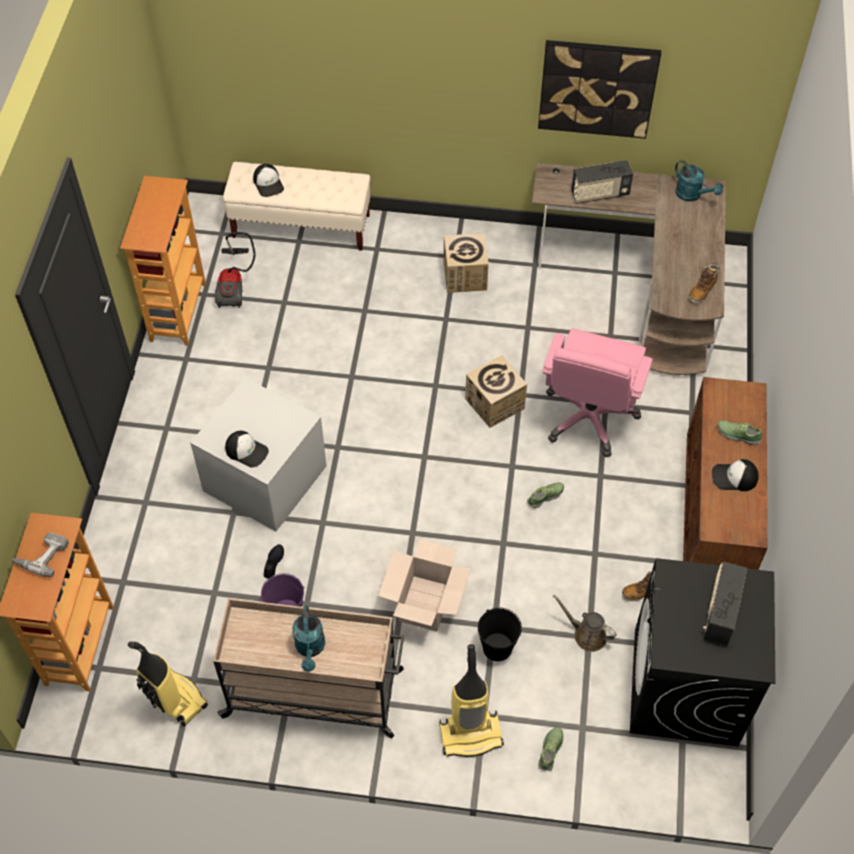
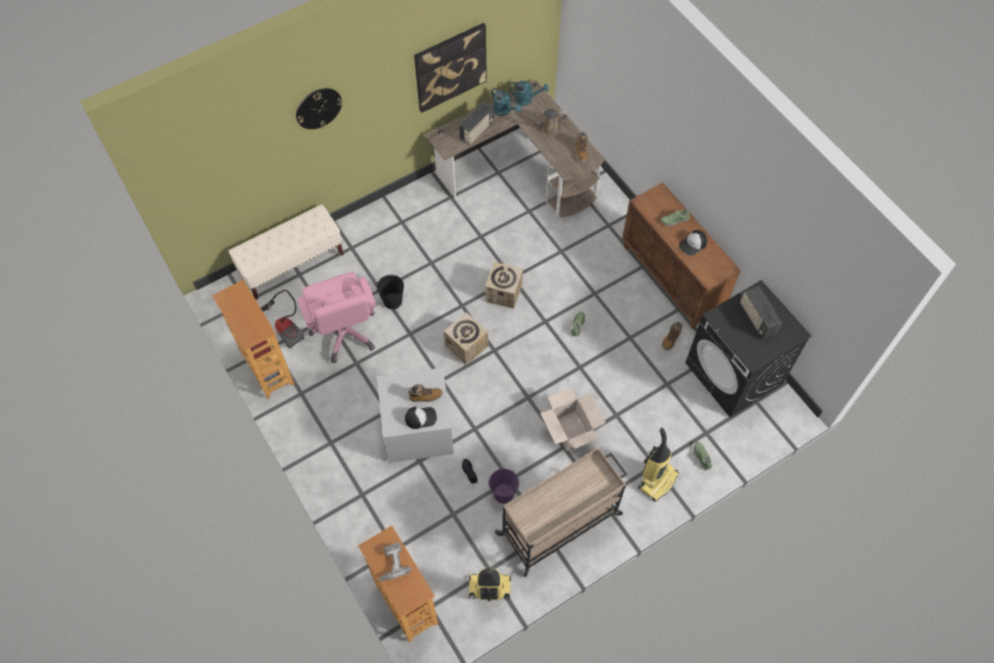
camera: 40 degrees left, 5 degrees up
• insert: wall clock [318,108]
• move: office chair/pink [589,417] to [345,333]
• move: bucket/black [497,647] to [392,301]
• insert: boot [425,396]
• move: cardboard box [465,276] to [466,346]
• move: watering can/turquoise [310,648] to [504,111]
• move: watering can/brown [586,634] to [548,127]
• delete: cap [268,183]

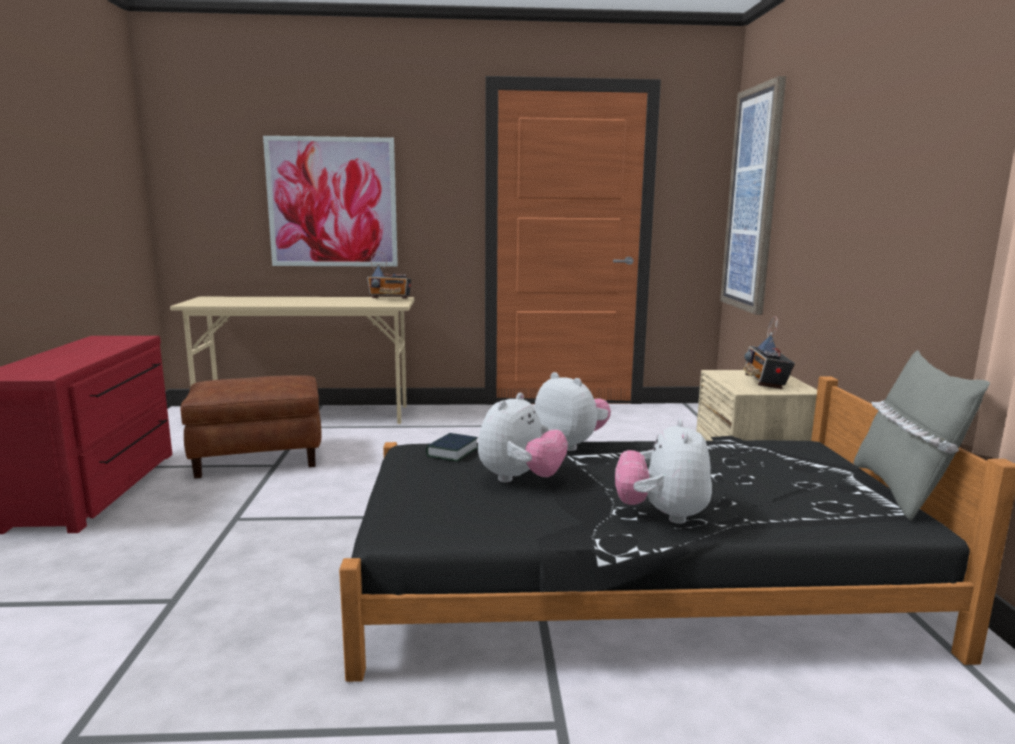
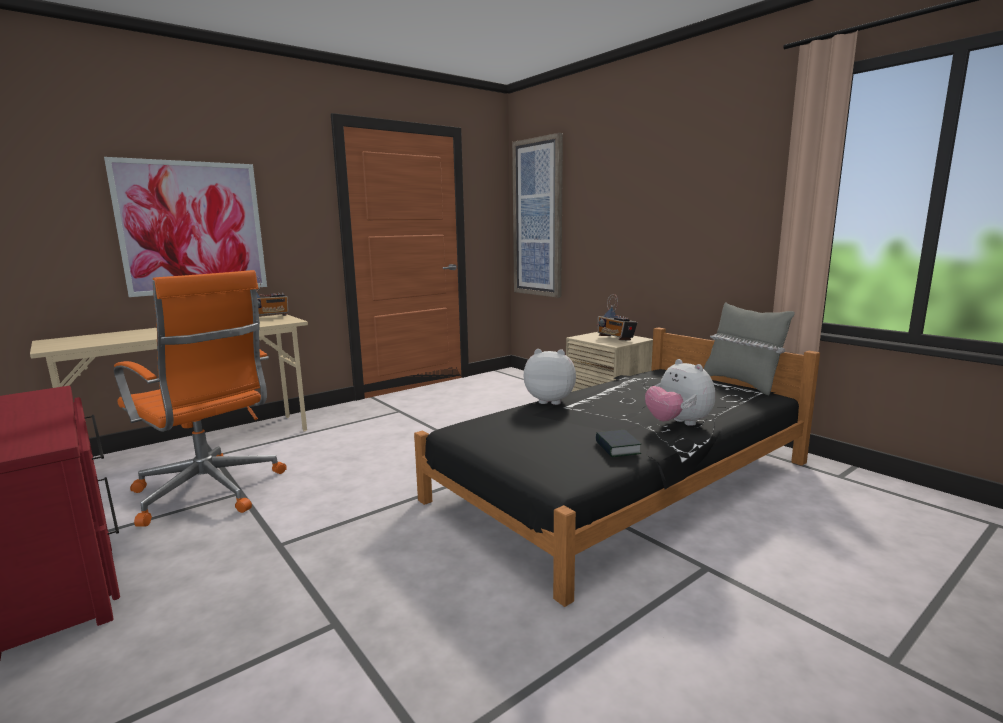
camera: 35 degrees left, 0 degrees up
• replace: ottoman/brown [257,458] to office chair/orange [210,492]
• move: book [452,452] to [617,448]
• delete: plush toy [520,479]

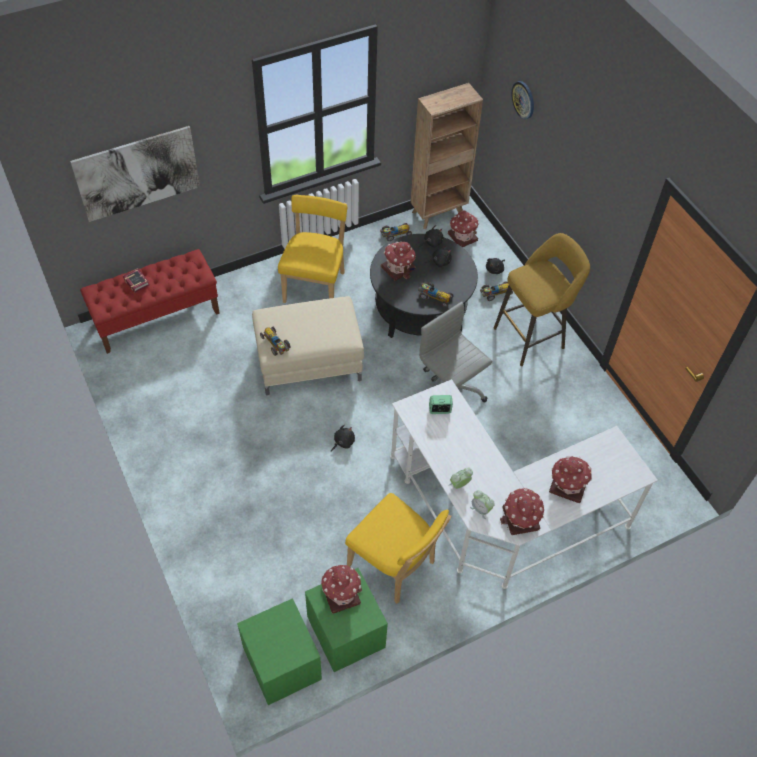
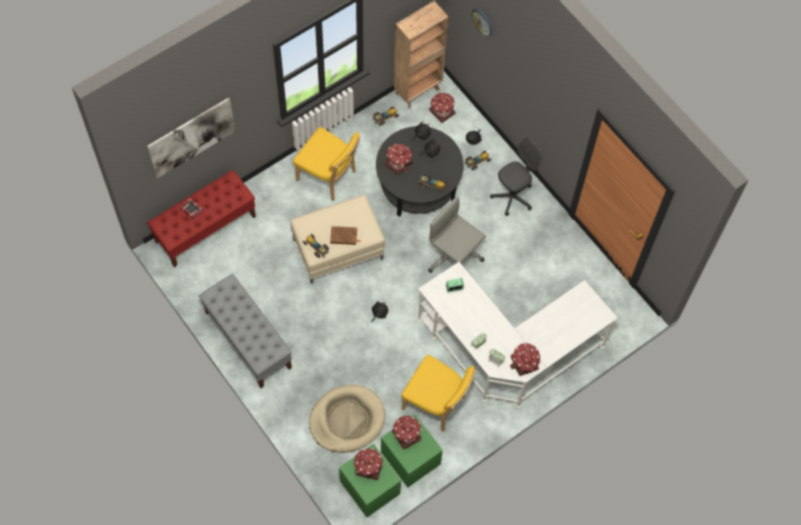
camera: 10 degrees left, 10 degrees up
• insert: bench/grey [247,340]
• rotate: chair/yellow [315,285] = [328,177] 120 degrees clockwise
• insert: dog bed/beige [347,420]
• insert: book/brown [343,237]
• move: toy house [567,486] to [368,467]
• replace: stool/yellow [532,336] to office chair/grey [512,197]

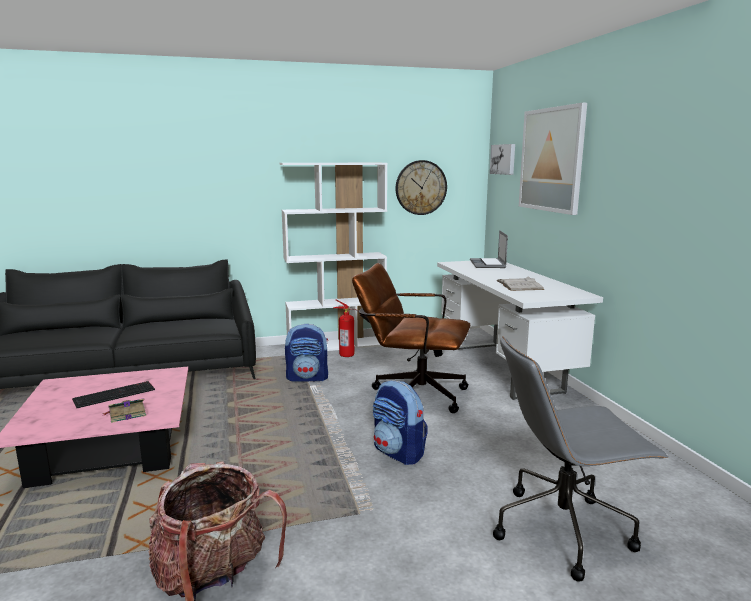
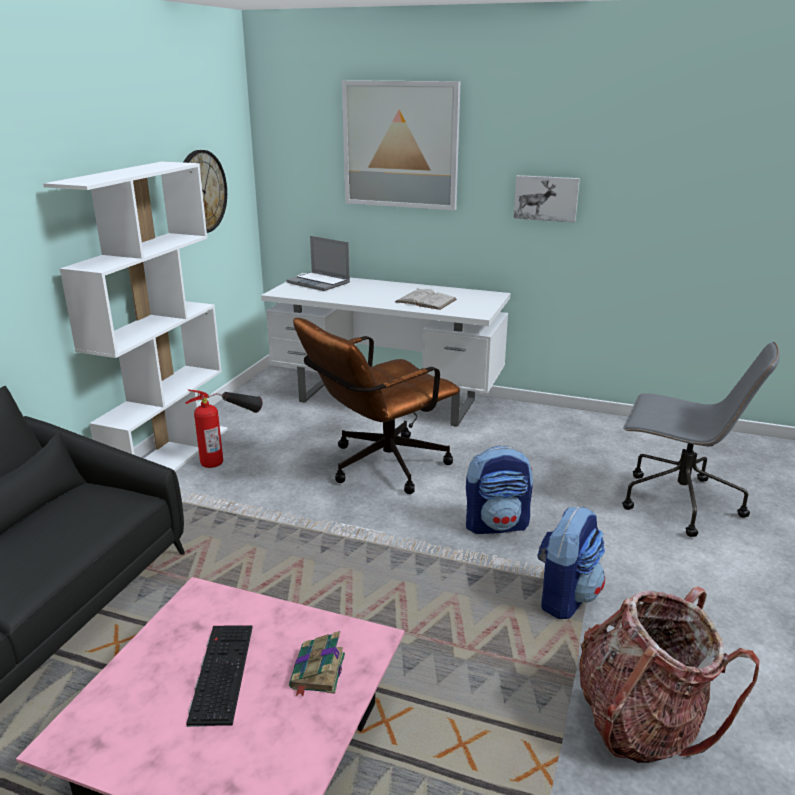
camera: 55 degrees left, 10 degrees up
• move: picture [503,159] to [546,198]
• move: backpack [308,378] to [565,597]
• rotate: office chair/grey [563,529] = [677,503] 90 degrees counterclockwise

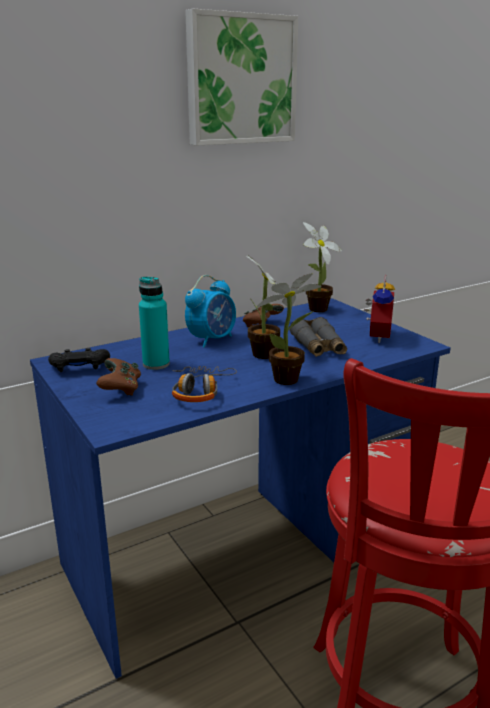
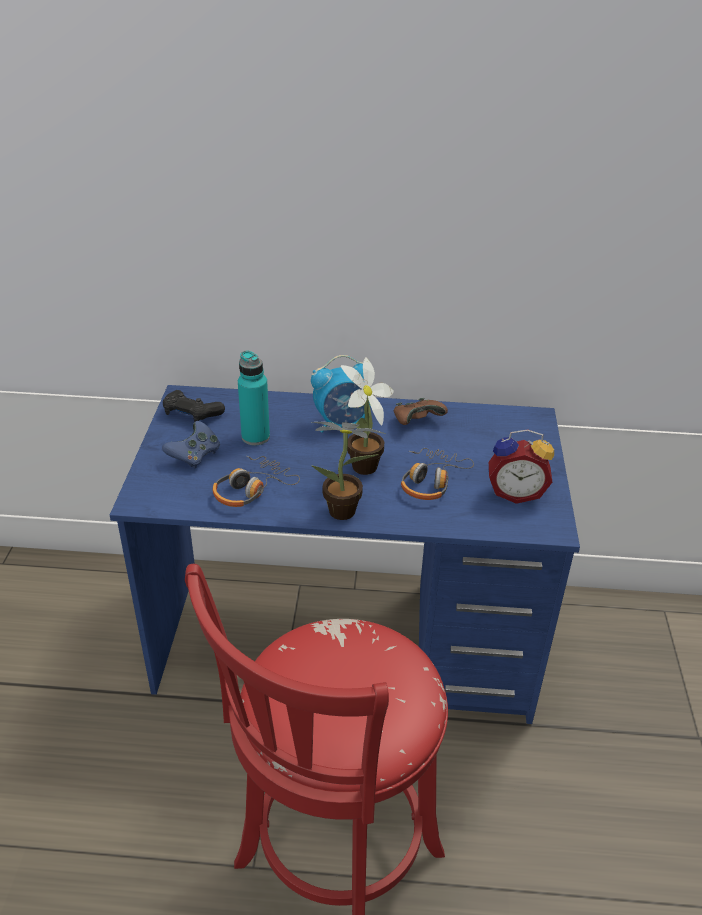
camera: 35 degrees right, 15 degrees up
• recolor: game controller/brown [121,389] to game controller/blue [194,456]
• replace: binoculars/grey [318,347] to headphones [431,481]
• rotate: alarm clock [376,337] = [515,492] 45 degrees clockwise
• delete: picture [240,80]
• delete: potted plant [315,310]

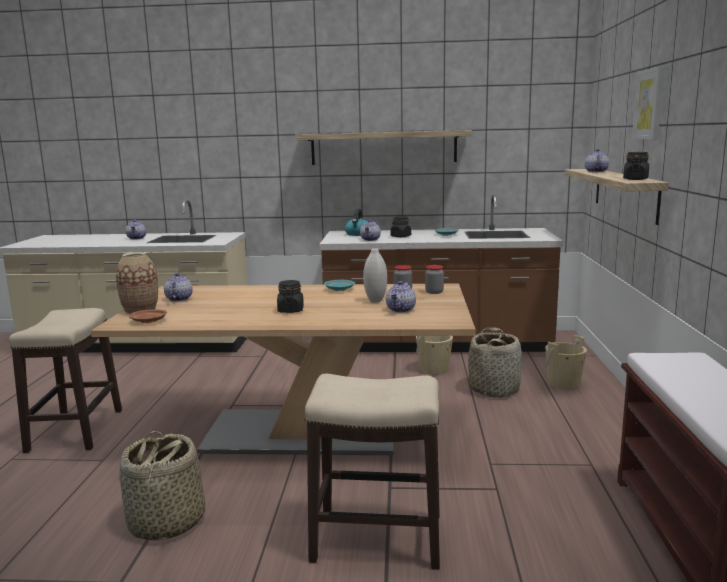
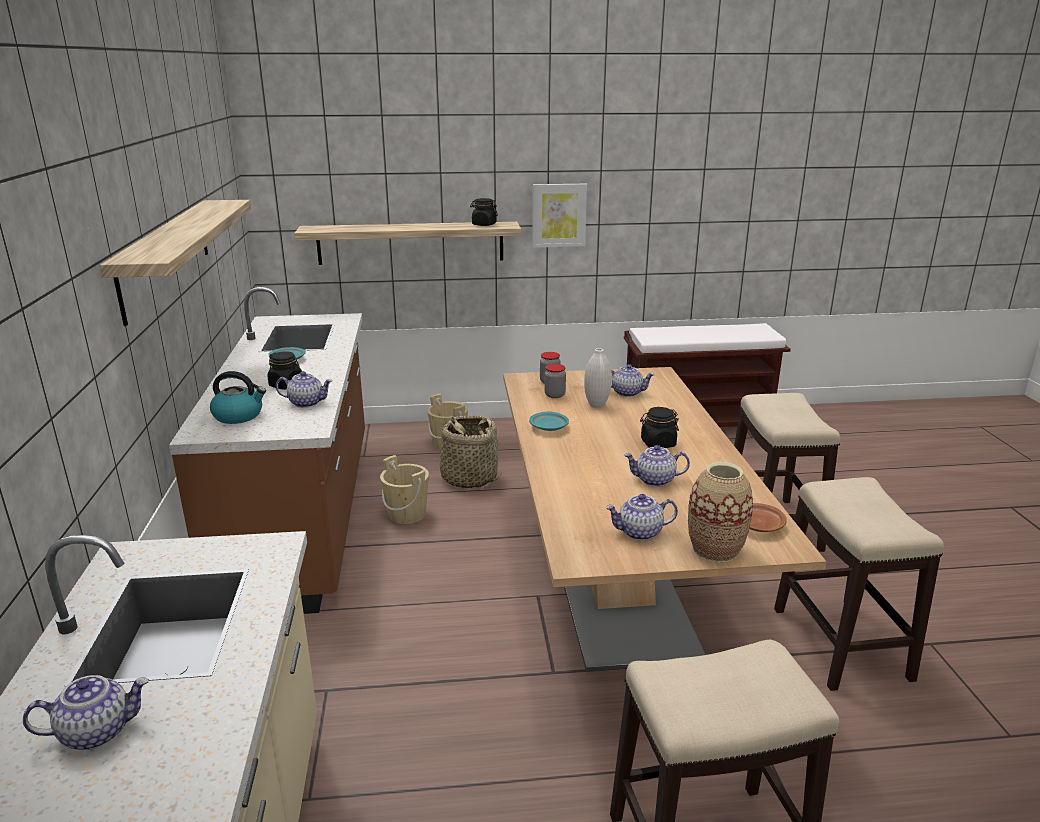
camera: 100 degrees left, 10 degrees up
• move: picture [649,104] to [559,215]
• move: teapot [595,171] to [654,480]
• replace: basket [166,523] to stool [841,644]

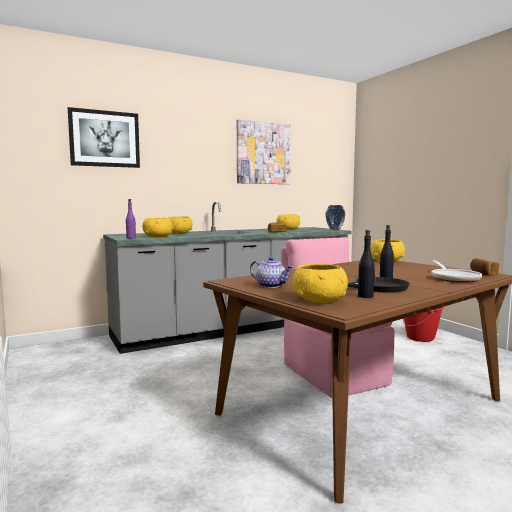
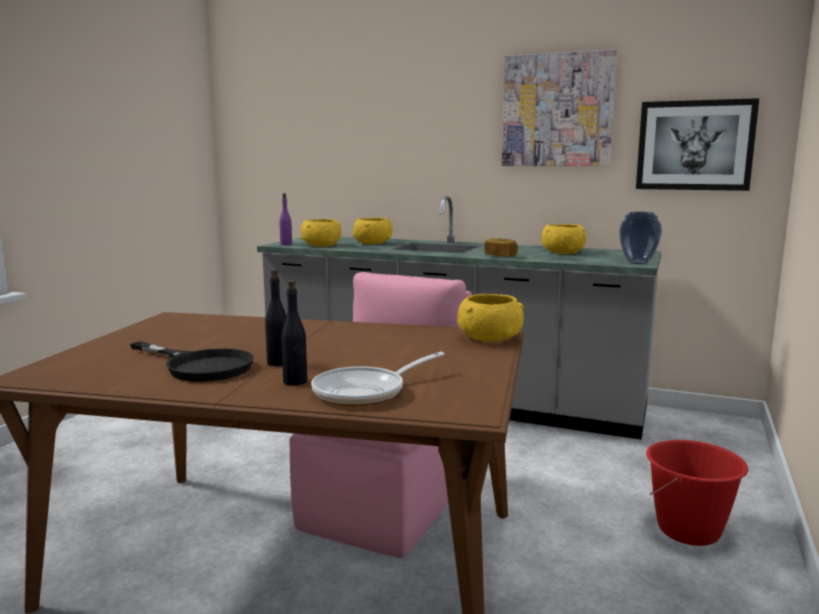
camera: 50 degrees right, 5 degrees up
• move: bottle/black [365,296] to [295,382]
• move: picture [104,139] to [694,145]
• delete: teapot [271,286]
• delete: bowl/yellow [319,300]
• delete: bread [482,274]

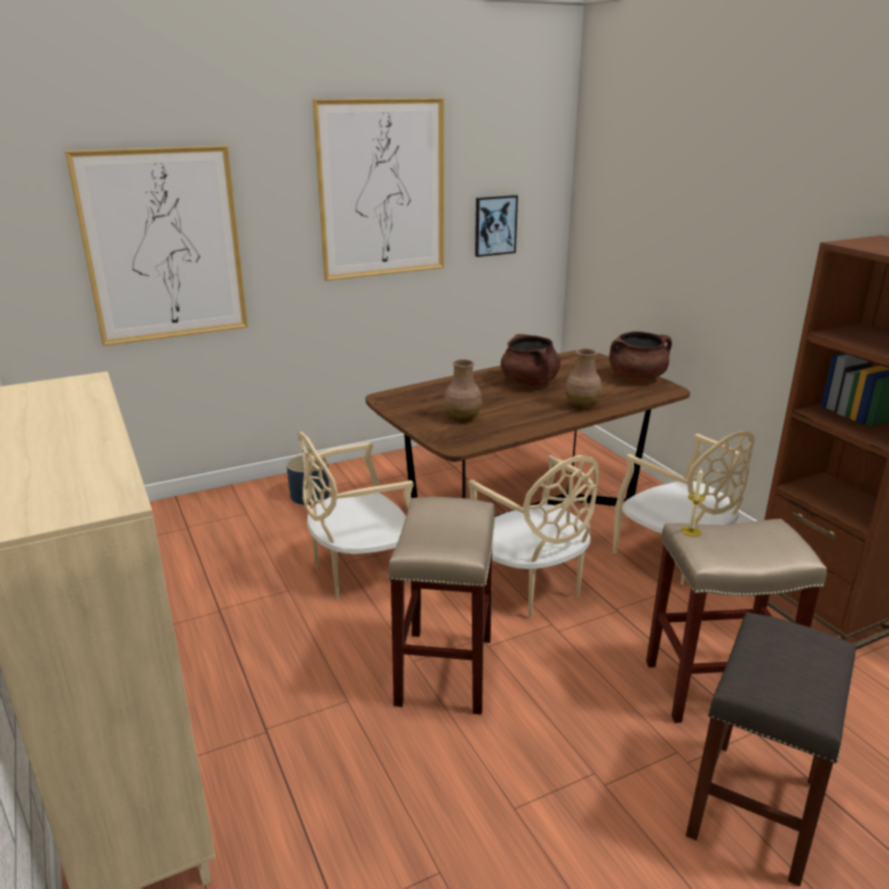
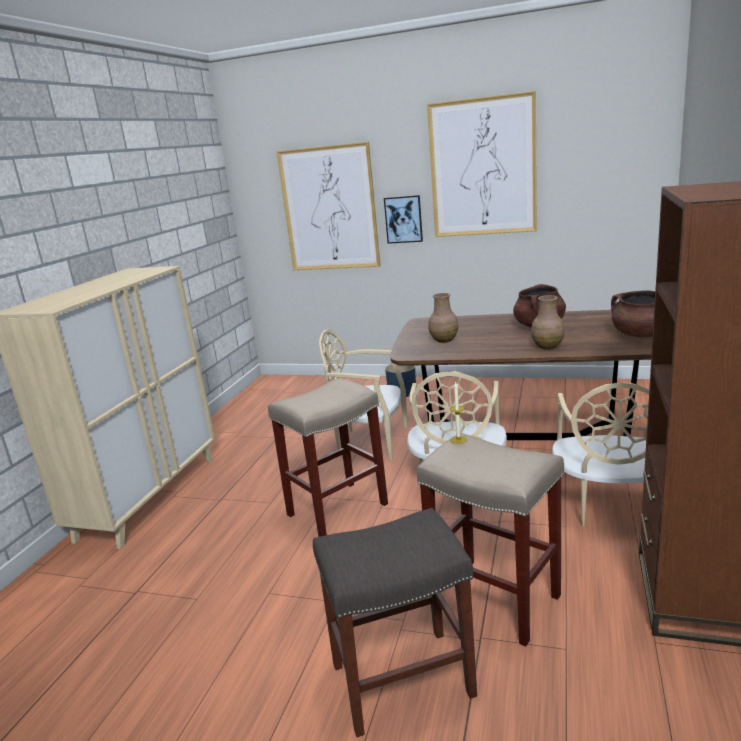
camera: 45 degrees right, 5 degrees down
• move: picture [495,225] to [403,219]

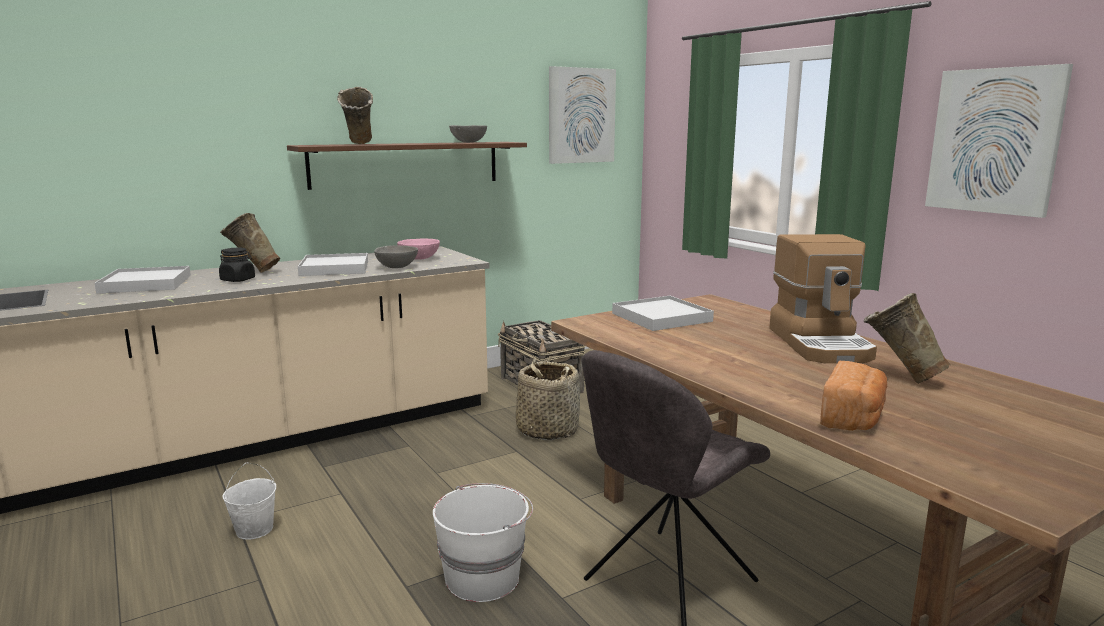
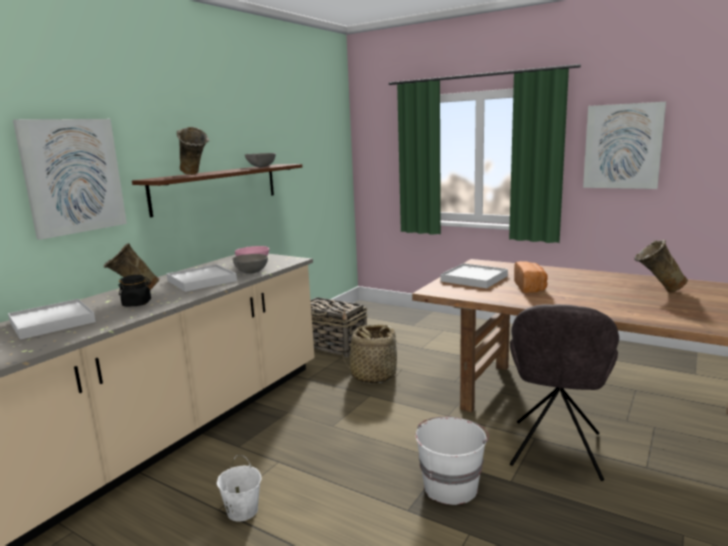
camera: 25 degrees left, 0 degrees up
• move: picture [581,115] to [73,176]
• move: bread [853,418] to [530,287]
• delete: coffee machine [821,344]

